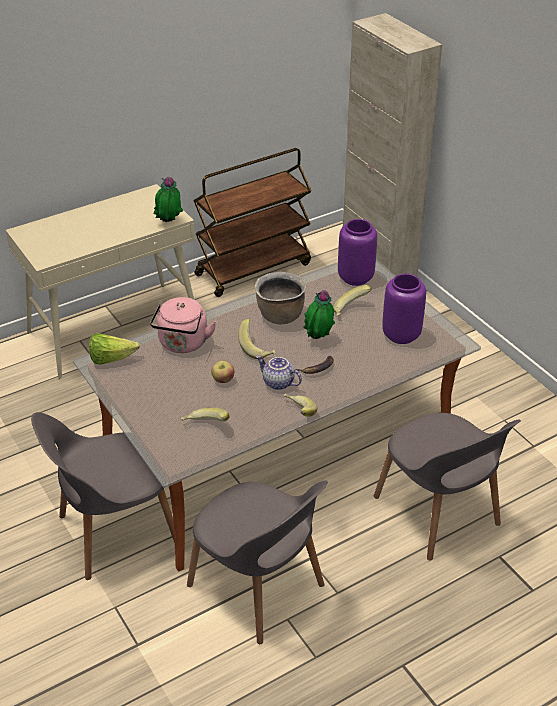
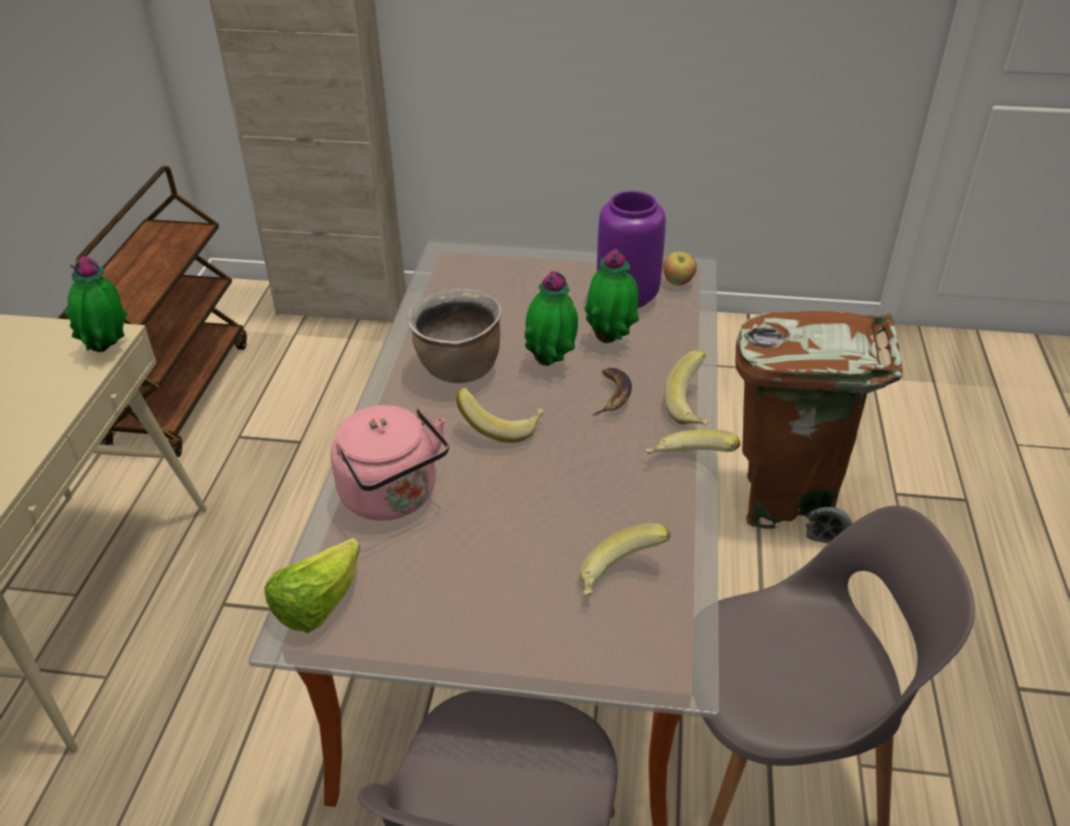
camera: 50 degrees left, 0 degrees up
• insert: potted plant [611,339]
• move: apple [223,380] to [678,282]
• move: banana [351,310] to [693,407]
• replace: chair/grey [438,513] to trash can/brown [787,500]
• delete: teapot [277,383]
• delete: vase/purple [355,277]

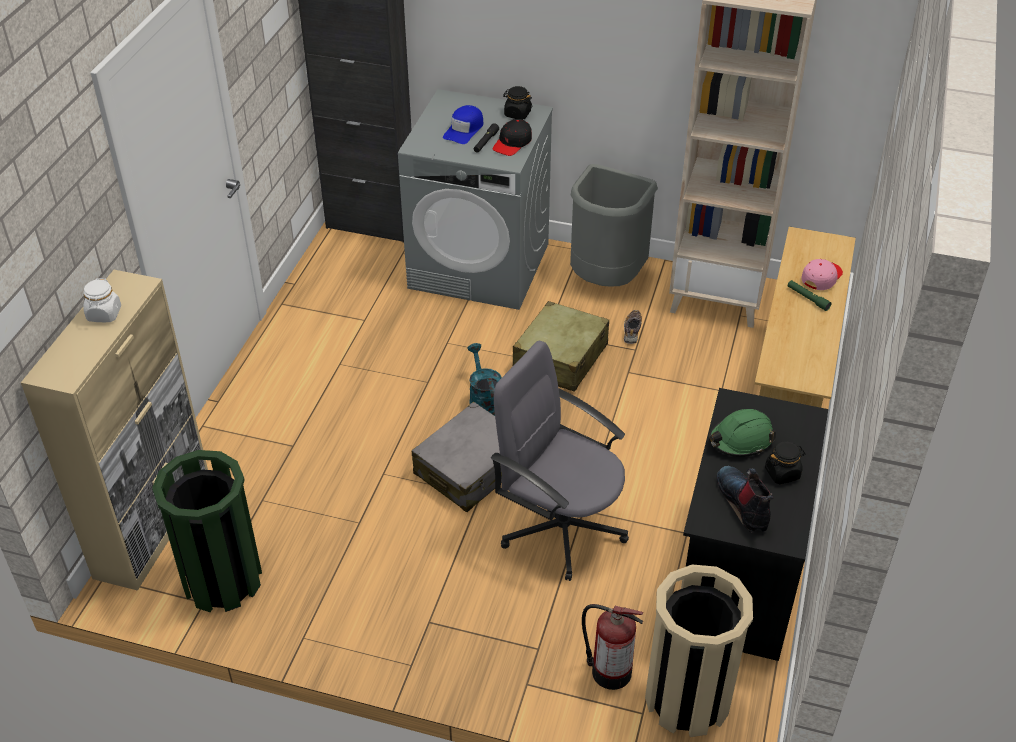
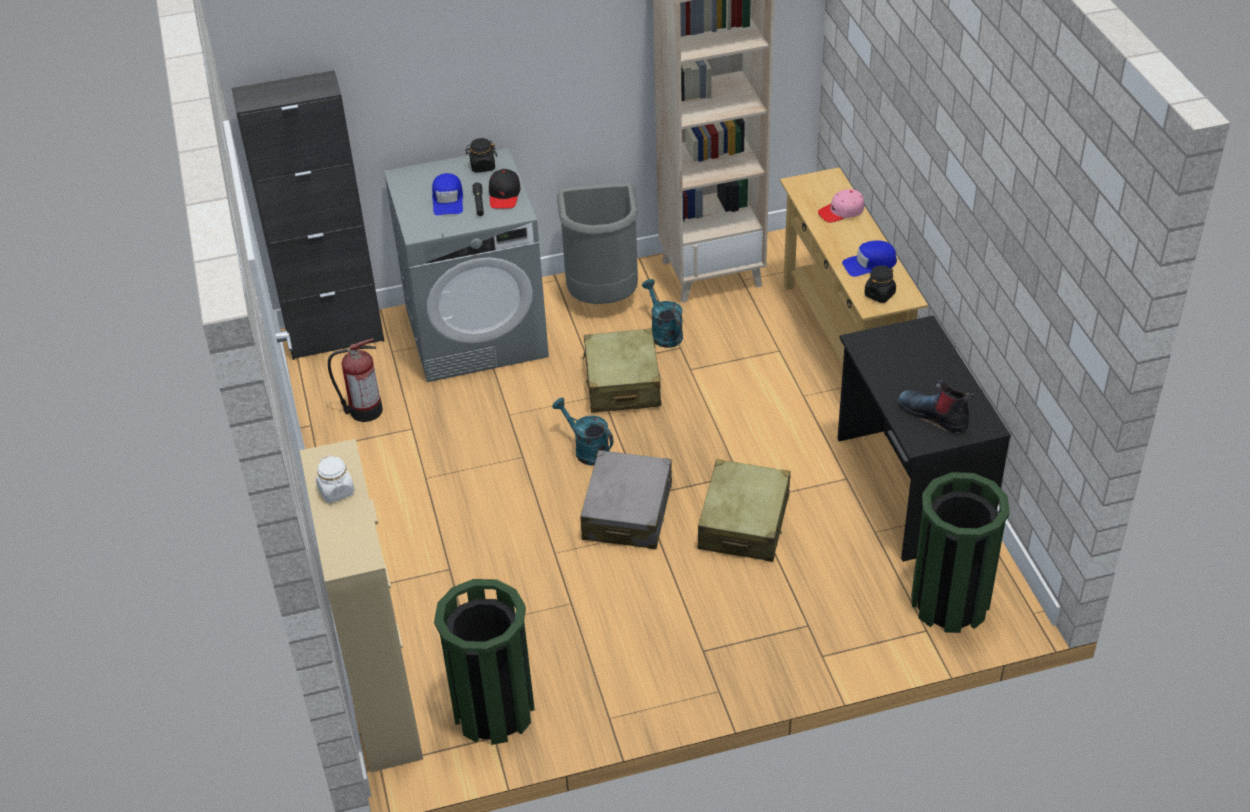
camera: 30 degrees left, 0 degrees up
• move: fire extinguisher [609,671] to [364,411]
• replace: shoe [632,331] to watering can/turquoise [663,332]
• replace: office chair/grey [561,527] to suitcase/beige [744,522]
• rotate: cap/pink [821,277] = [841,211] 120 degrees counterclockwise
• insert: cap/blue [869,264]
• move: jar/black [782,473] to [879,294]
• recolor: trash can/beige [687,699] to trash can/green [950,602]
• delete: hard hat/green [740,440]
• delete: flashlight/green [807,298]

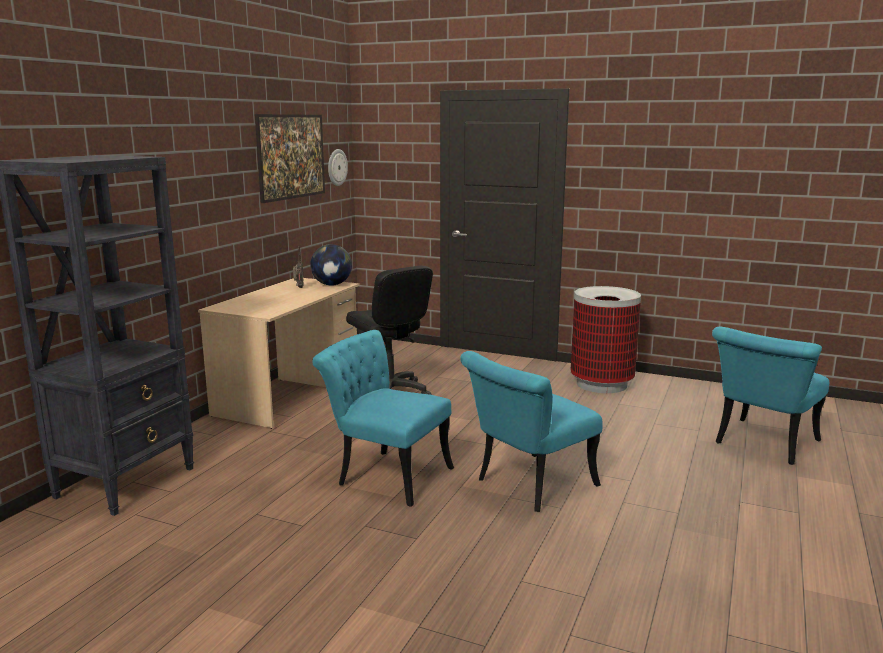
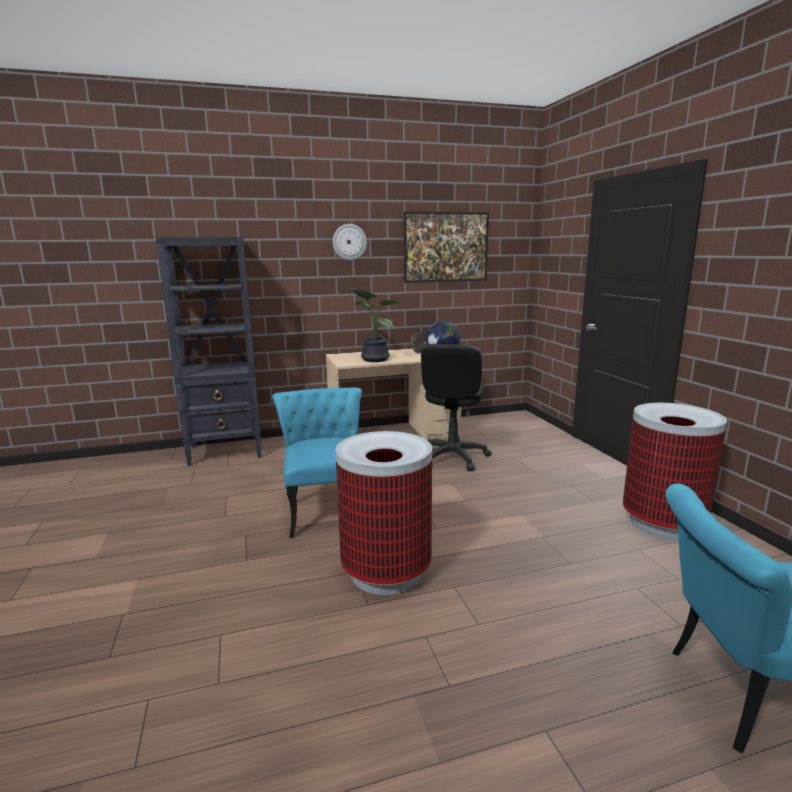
camera: 50 degrees right, 0 degrees up
• move: wall clock [336,167] to [349,242]
• replace: chair/turquoise [528,486] to trash can [386,572]
• insert: potted plant [373,359]

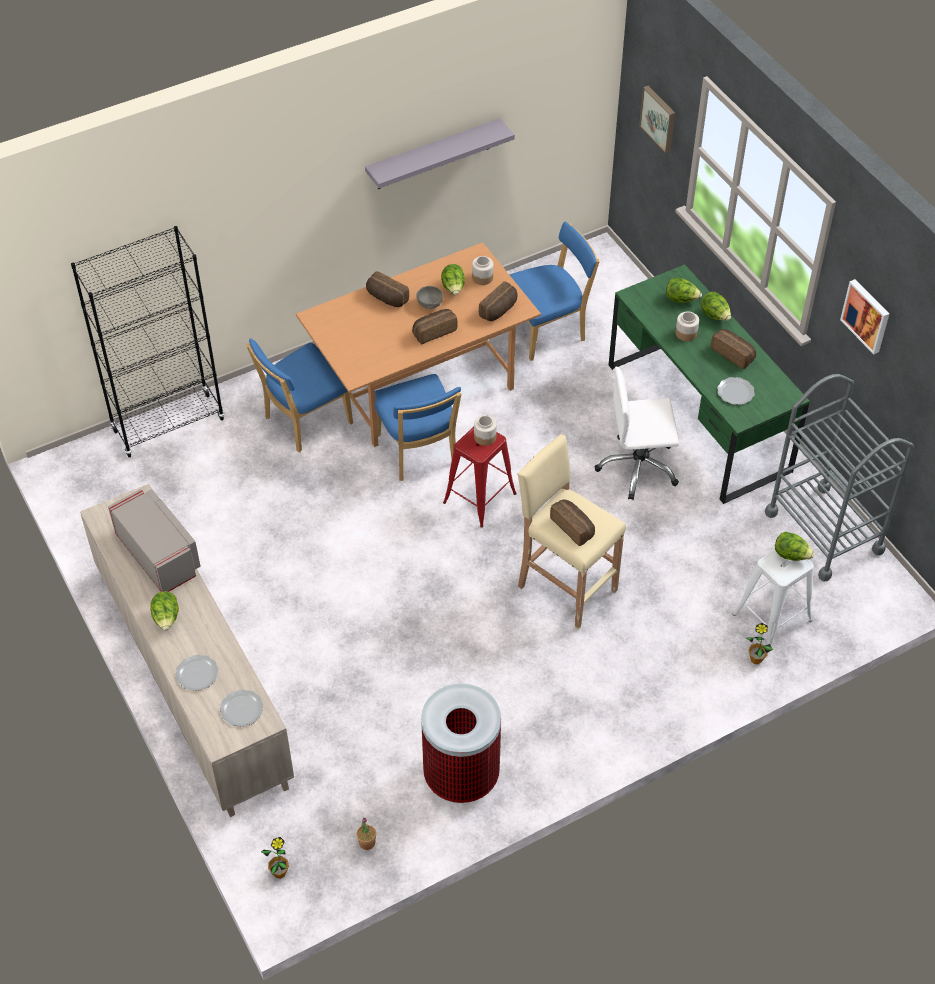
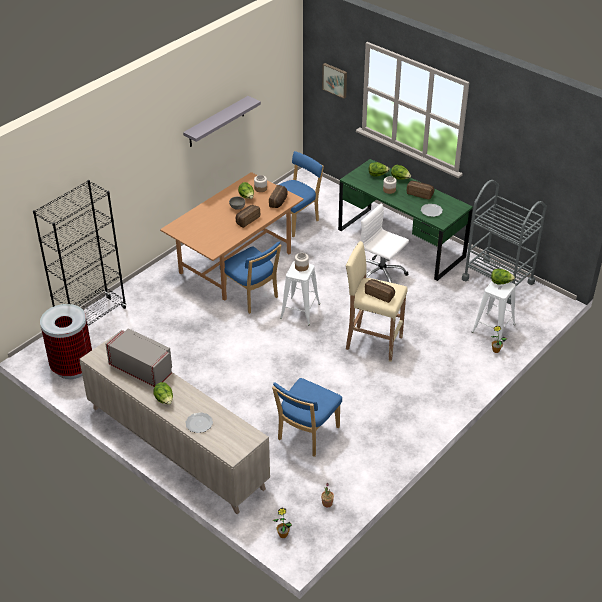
camera: 20 degrees left, 10 degrees down
• move: trash can [461,776] to [72,366]
• move: chair/blue [304,422] to [306,435]
• recolor: stool/red [479,498] to stool/white [300,311]
• rotate: office chair/white [638,467] = [381,275] 60 degrees clockwise
• delete: plate [242,708]
• delete: bread [386,298]
• delete: picture [867,315]

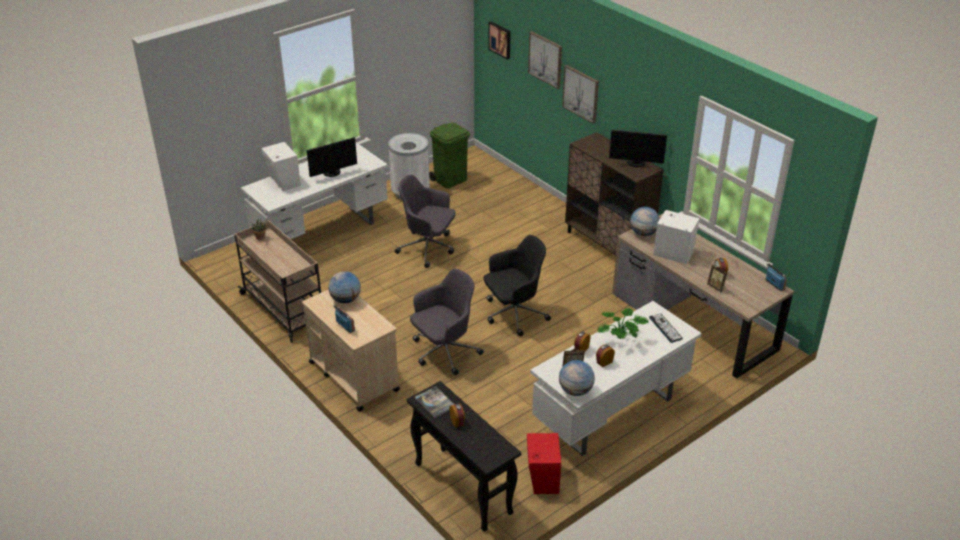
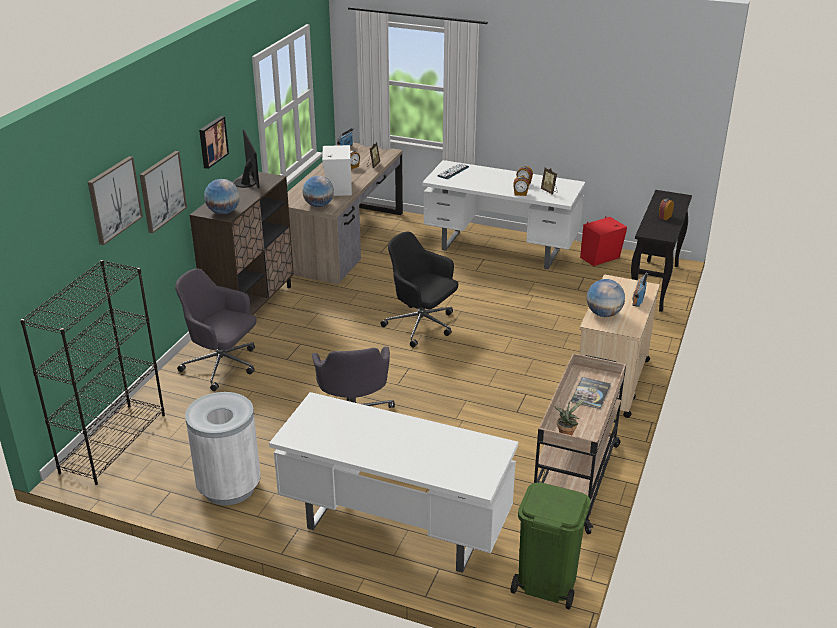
camera: 120 degrees left, 5 degrees down
• insert: bookcase/black [113,442]
• move: office chair/grey [444,352] to [222,366]
• move: picture [500,39] to [212,141]
• move: globe [576,391] to [223,212]
• move: trash can/green [450,180] to [546,583]
• move: book [435,402] to [590,393]
• delete: speaker/white [284,182]
• delete: monitor [332,173]
• delete: potted plant [621,338]

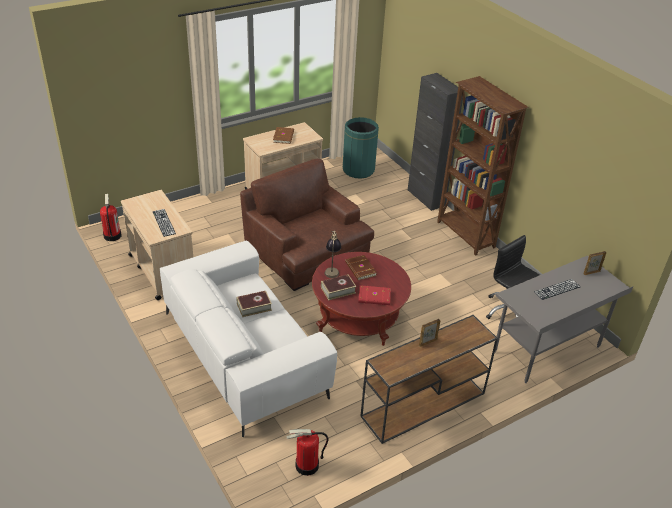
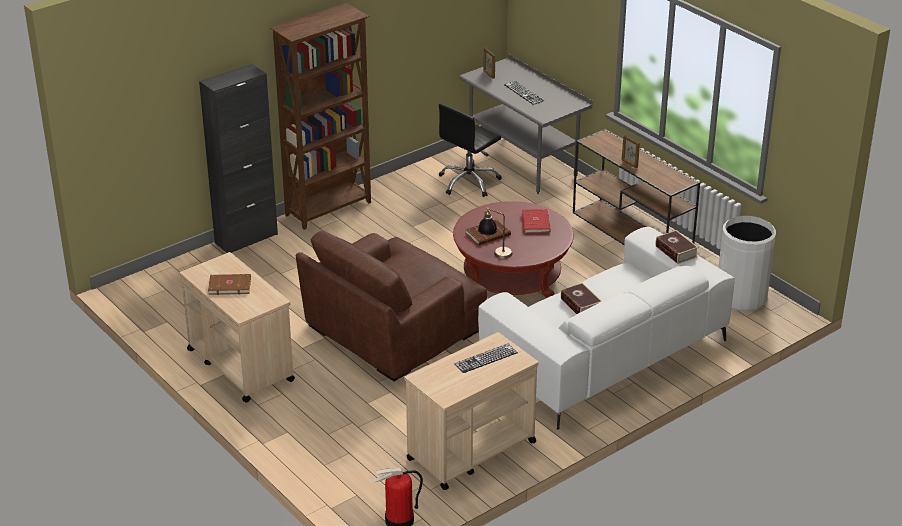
camera: 95 degrees left, 5 degrees down
• move: book [338,290] to [676,251]
• replace: fire extinguisher [307,466] to trash can/white [741,297]
• delete: trash can/green [358,170]

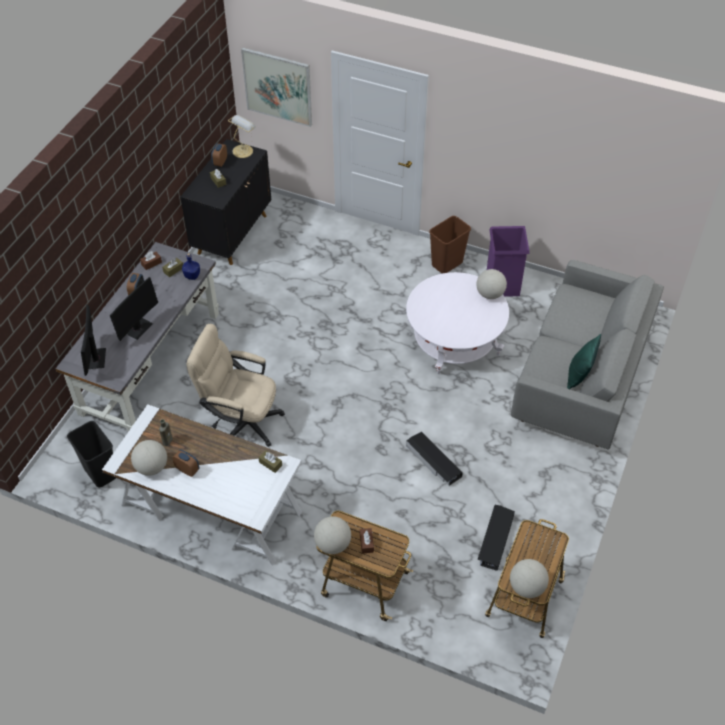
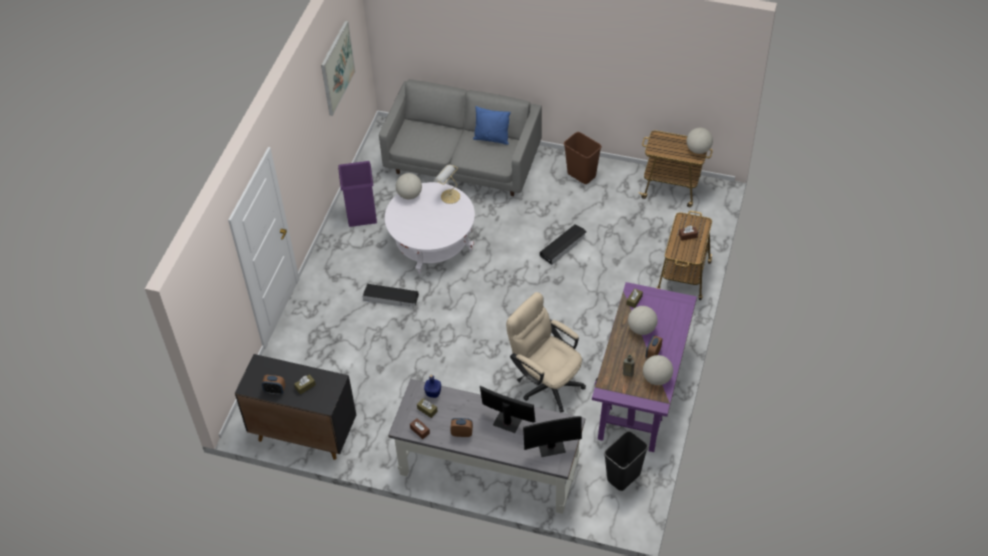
camera: 95 degrees left, 0 degrees up
• move: picture [278,86] to [337,68]
• move: storage box/black [495,539] to [391,298]
• move: table lamp [243,150] to [449,196]
• recolor: pillow/green [579,375] to pillow/blue [491,139]
• rotate: office chair/beige [241,420] = [546,381] 120 degrees clockwise
• move: trash can/brown [447,264] to [582,175]
• recolor: desk/white [210,509] to desk/purple [642,386]
• move: globe [333,544] to [641,329]

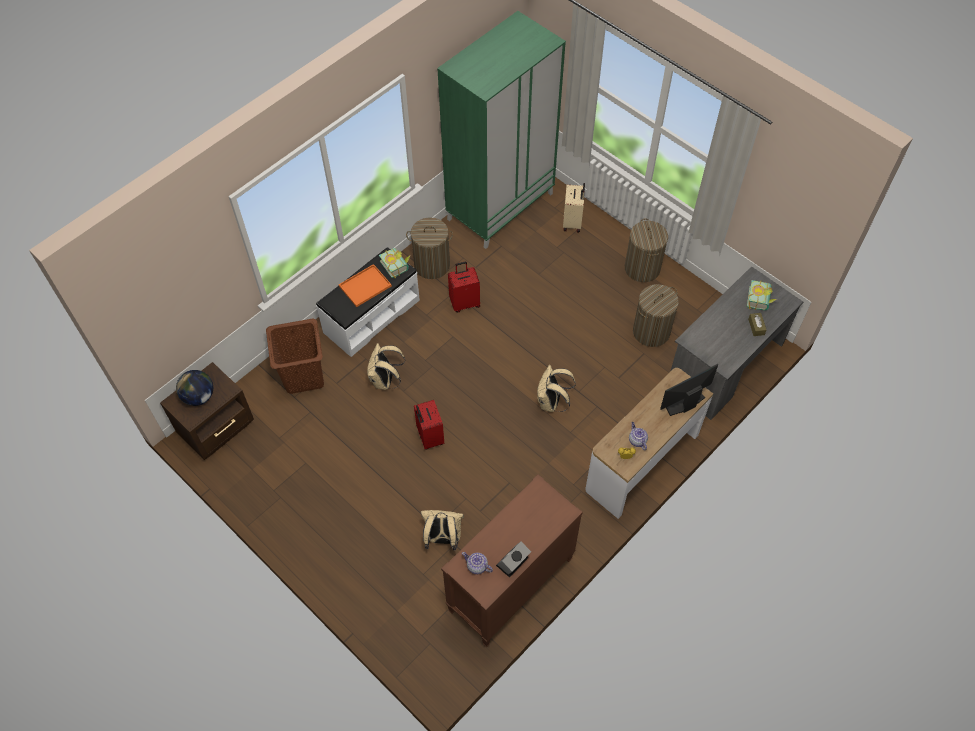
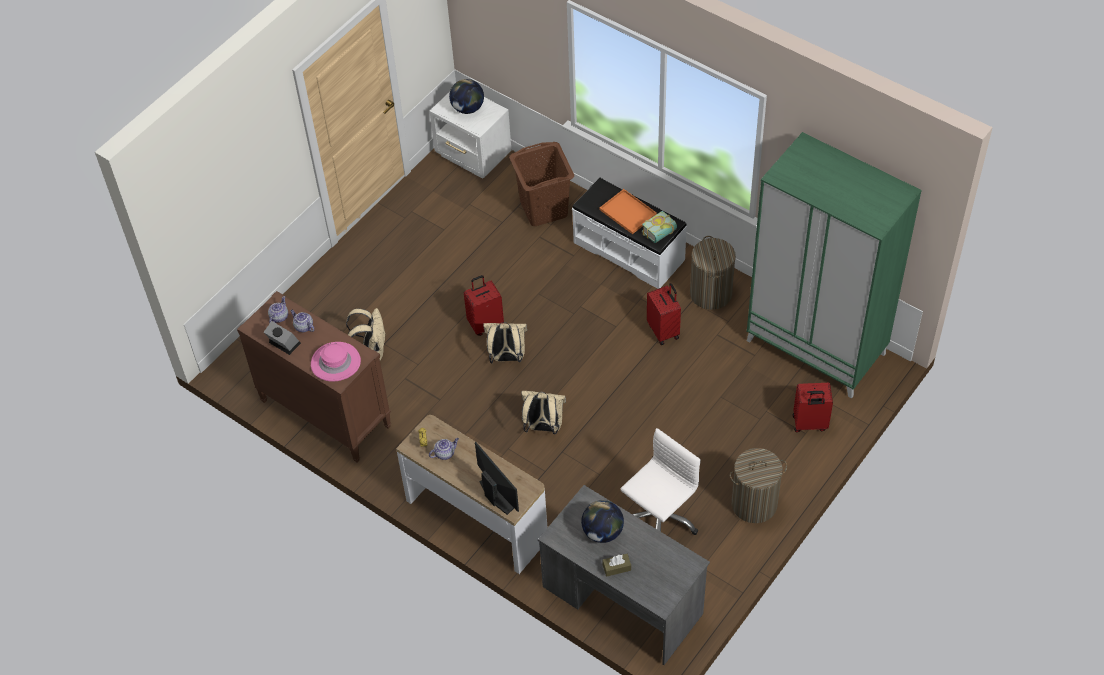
camera: 85 degrees right, 5 degrees down
• insert: teapot [303,326]
• insert: hat/pink [335,363]
• recolor: nightstand/brown [218,428] to nightstand/white [473,156]
• move: backpack/beige [385,380] to [507,357]
• insert: globe [602,532]
• replace: laundry basket [651,331] to office chair/white [659,519]
• recolor: suitcase/beige [573,222] to suitcase/red [809,424]
• delete: book [761,300]

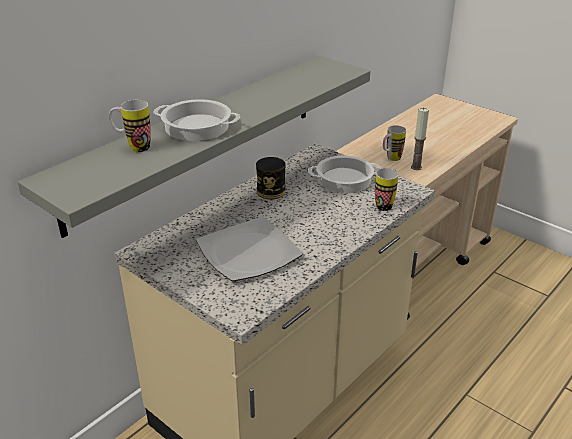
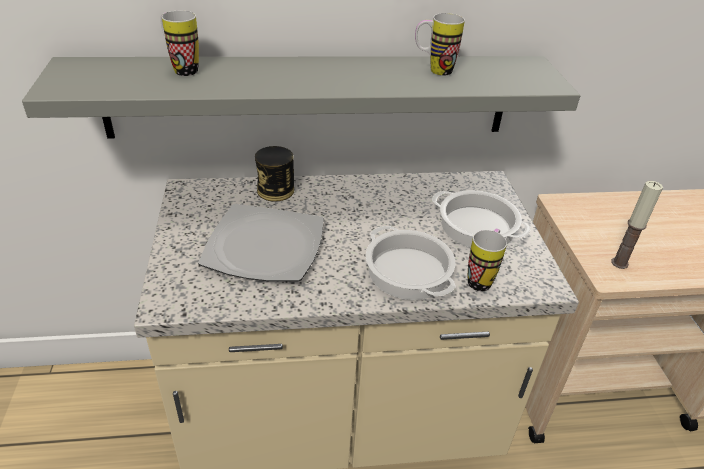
camera: 40 degrees right, 5 degrees up
• move: can [271,191] to [275,190]
• move: cooking pot [196,127] to [407,272]
• move: mug [390,159] to [433,70]

